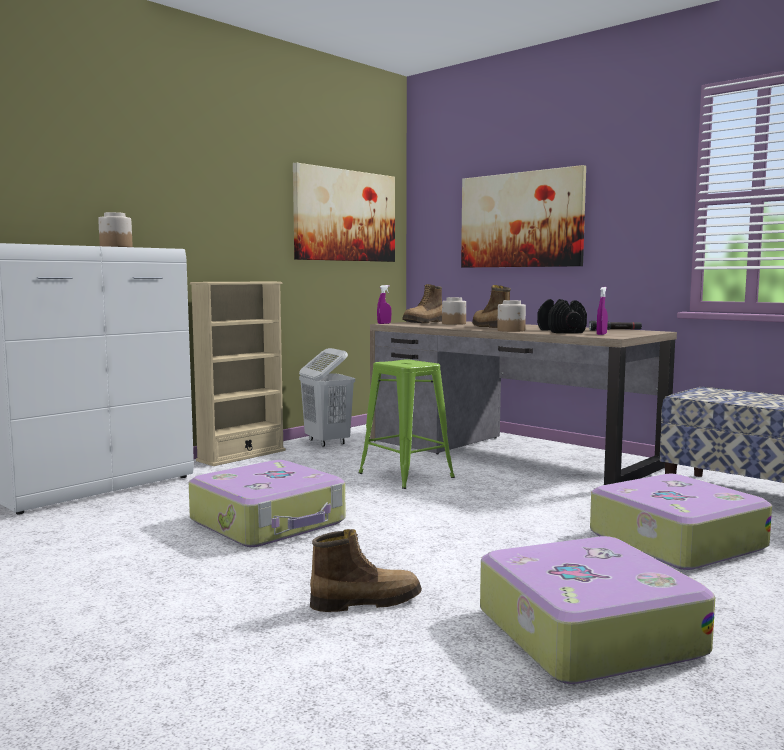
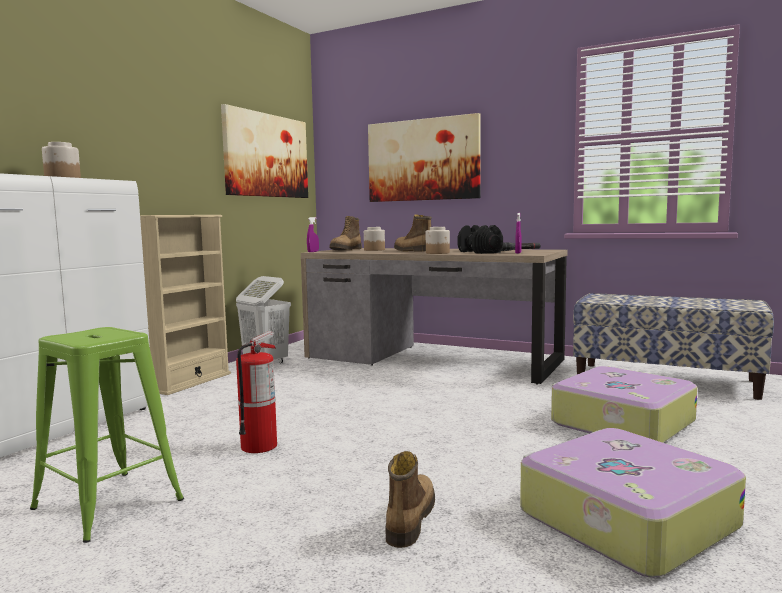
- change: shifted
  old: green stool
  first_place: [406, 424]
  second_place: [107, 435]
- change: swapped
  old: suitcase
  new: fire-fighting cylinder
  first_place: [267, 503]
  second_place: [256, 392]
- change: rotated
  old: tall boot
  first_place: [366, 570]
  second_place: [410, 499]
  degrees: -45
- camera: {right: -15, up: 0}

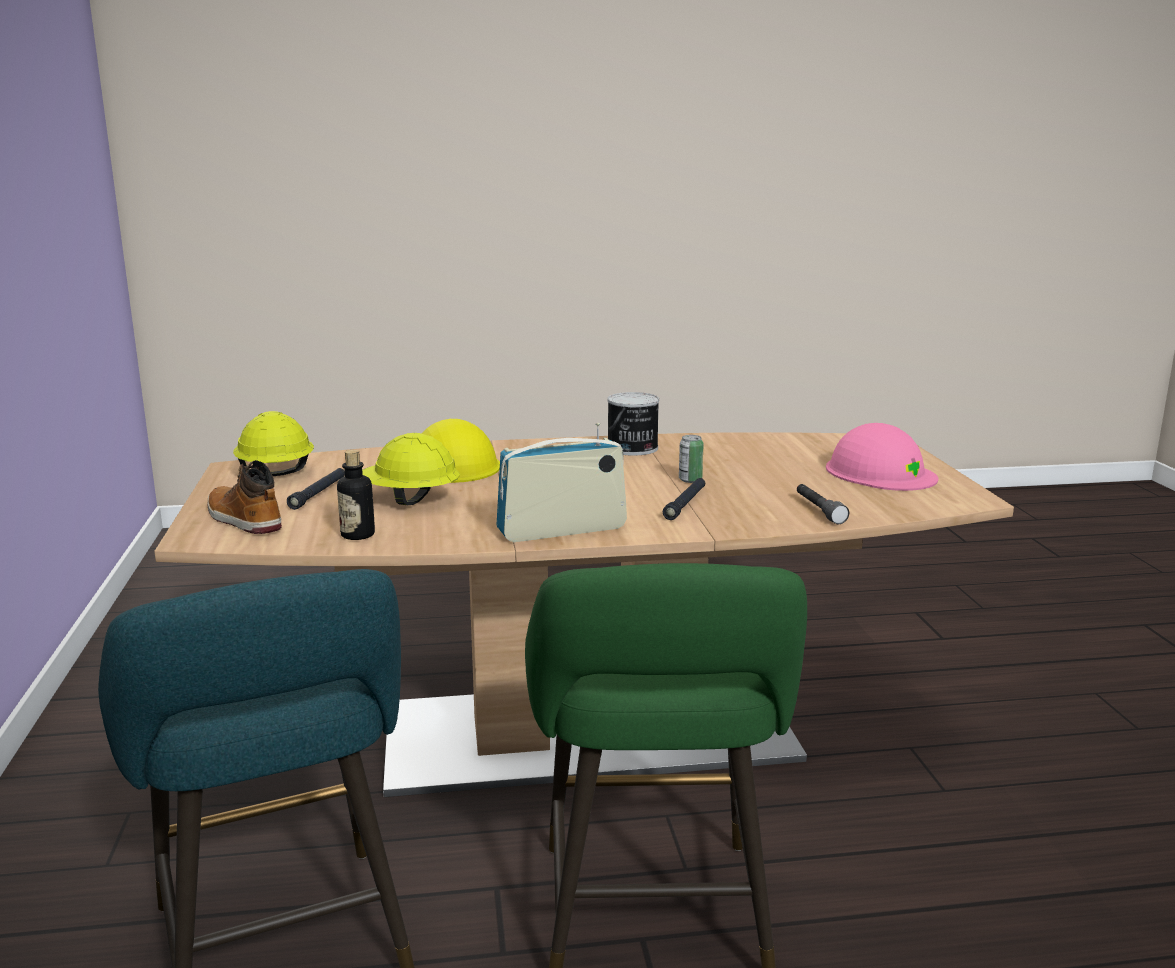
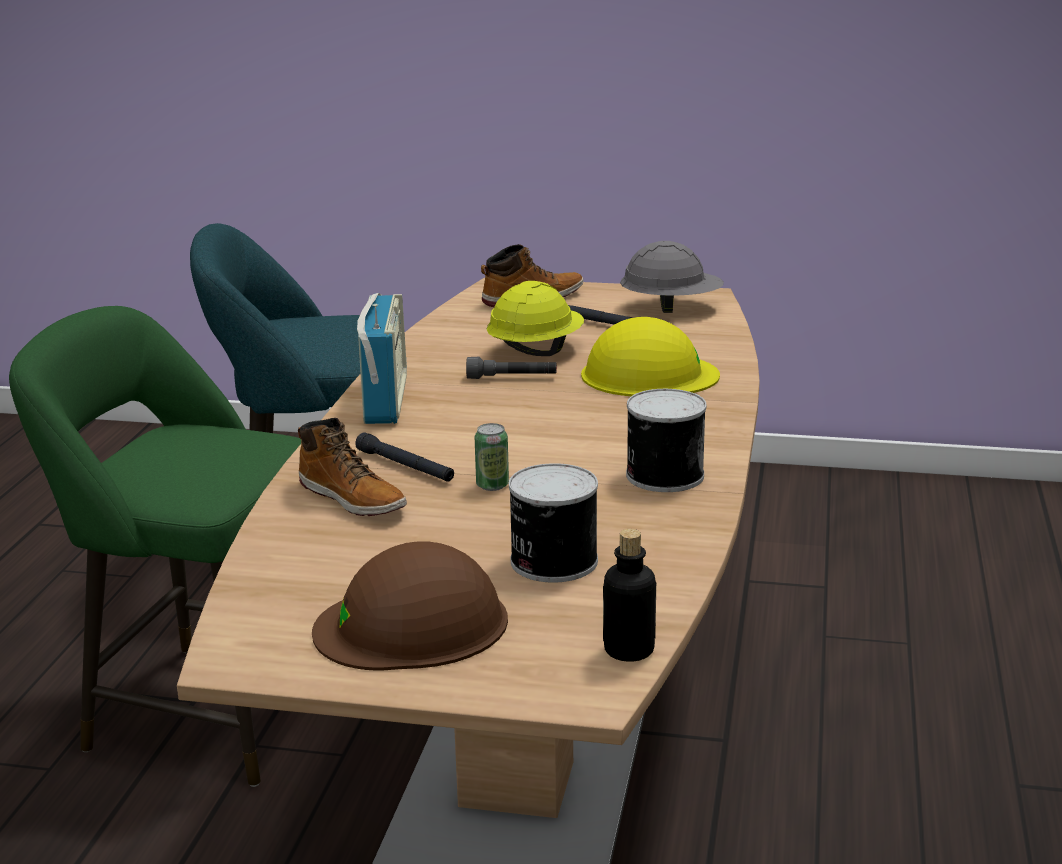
- change: new
  new: tall boot
  second_place: [352, 467]
- change: new
  new: metal can
  second_place: [553, 523]
- change: shifted
  old: beverage bottle
  first_place: [356, 495]
  second_place: [629, 595]
- change: shifted
  old: greyish hand torch
  first_place: [823, 504]
  second_place: [511, 368]
- change: repainted
  old: yellow-coloured safety helmet
  new: greyish safety helmet
  first_place: [273, 443]
  second_place: [672, 277]
- change: repainted
  old: pink-coloured safety helmet
  new: brown-coloured safety helmet
  first_place: [882, 457]
  second_place: [410, 605]
- camera: {right: 110, up: 5}

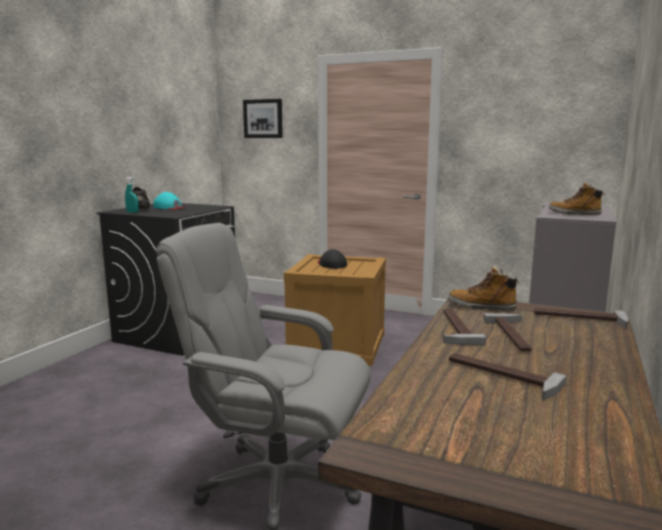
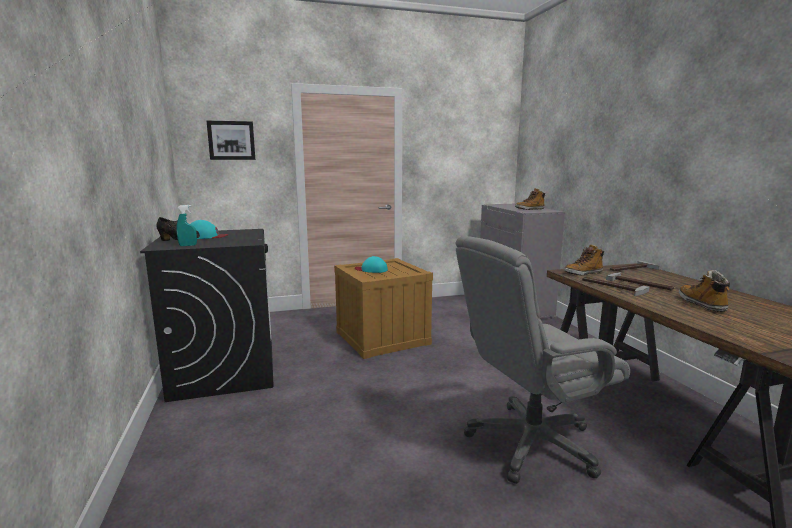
- change: swapped
  old: tool hammer
  new: tall boot
  first_place: [507, 377]
  second_place: [704, 291]
- change: repainted
  old: black cap
  new: blue-green cap
  first_place: [332, 259]
  second_place: [371, 264]
- camera: {right: -40, up: 0}

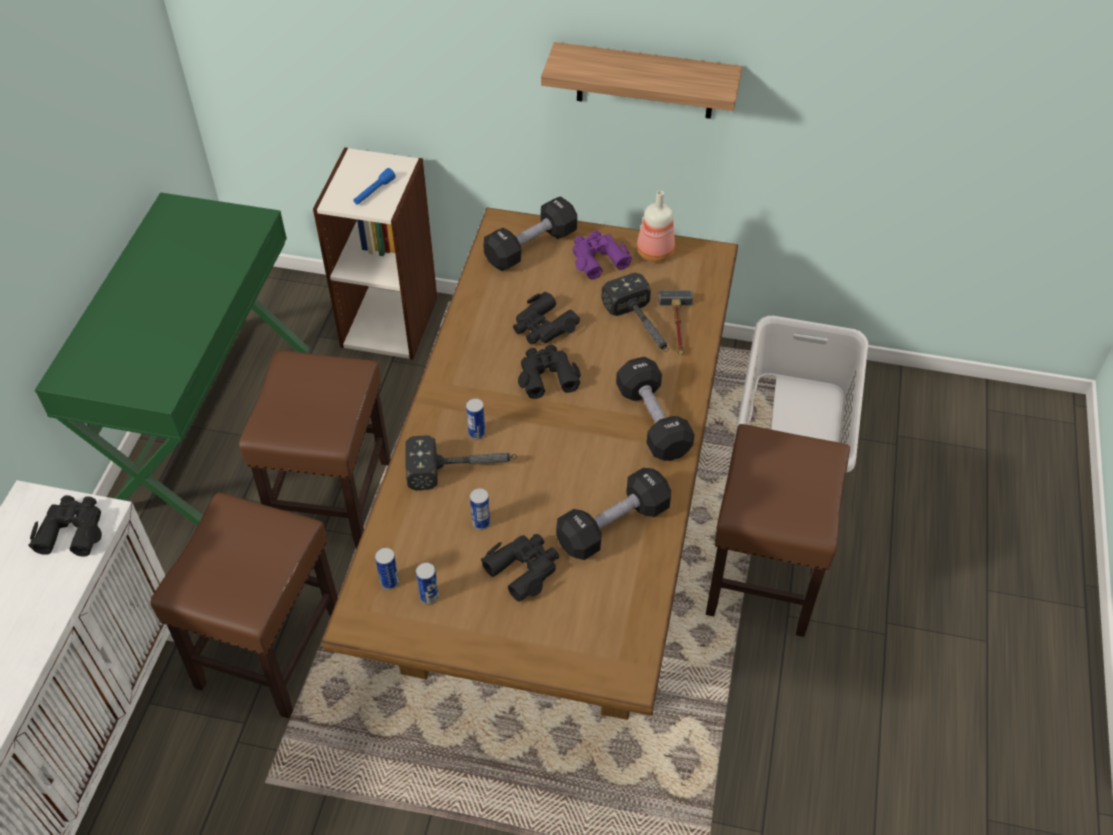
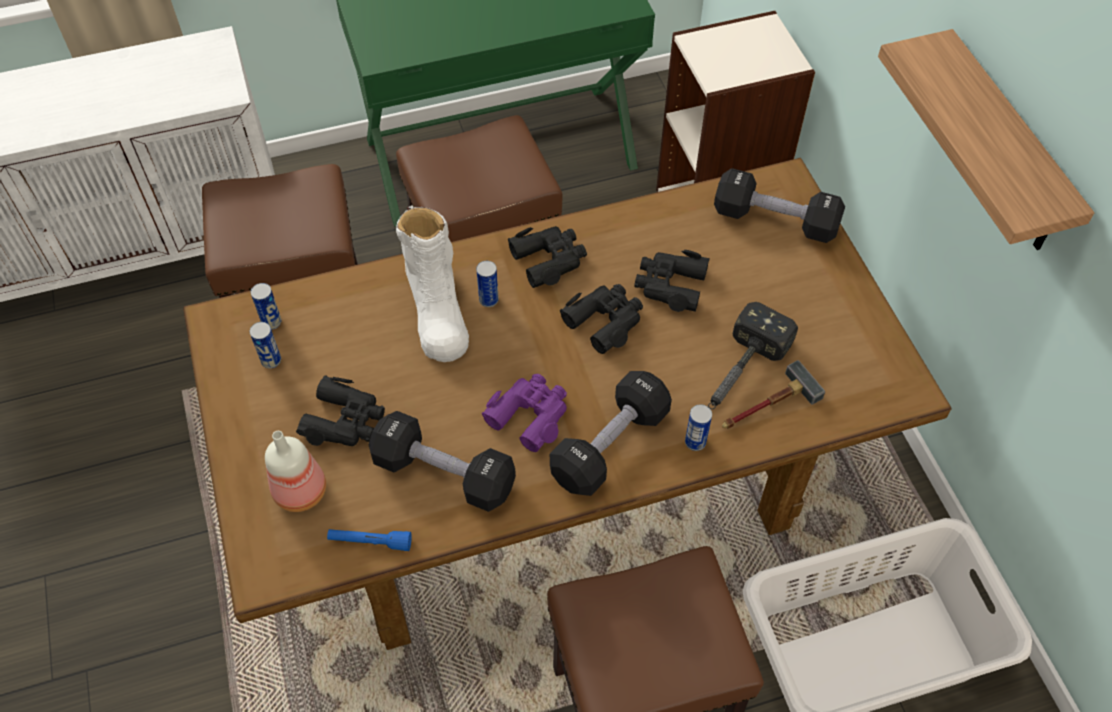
- change: shifted
  old: black pair of binoculars
  first_place: [65, 526]
  second_place: [547, 257]
- change: shifted
  old: blue hand torch
  first_place: [375, 186]
  second_place: [369, 540]
- change: shifted
  old: metal can
  first_place: [480, 509]
  second_place: [698, 427]
- change: shifted
  old: purplish pair of binoculars
  first_place: [602, 254]
  second_place: [524, 413]
- change: shifted
  old: beverage bottle
  first_place: [656, 226]
  second_place: [295, 471]
- change: swapped
  old: tool hammer
  new: whitish tall boot
  first_place: [461, 462]
  second_place: [432, 283]
- camera: {right: 60, up: 5}

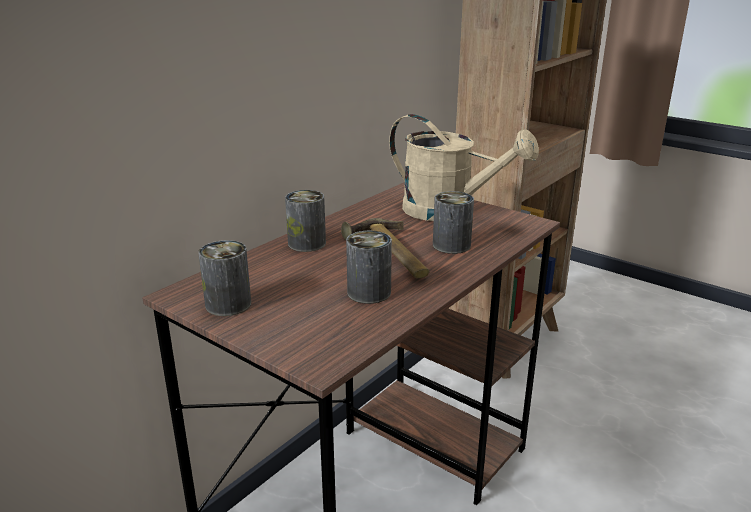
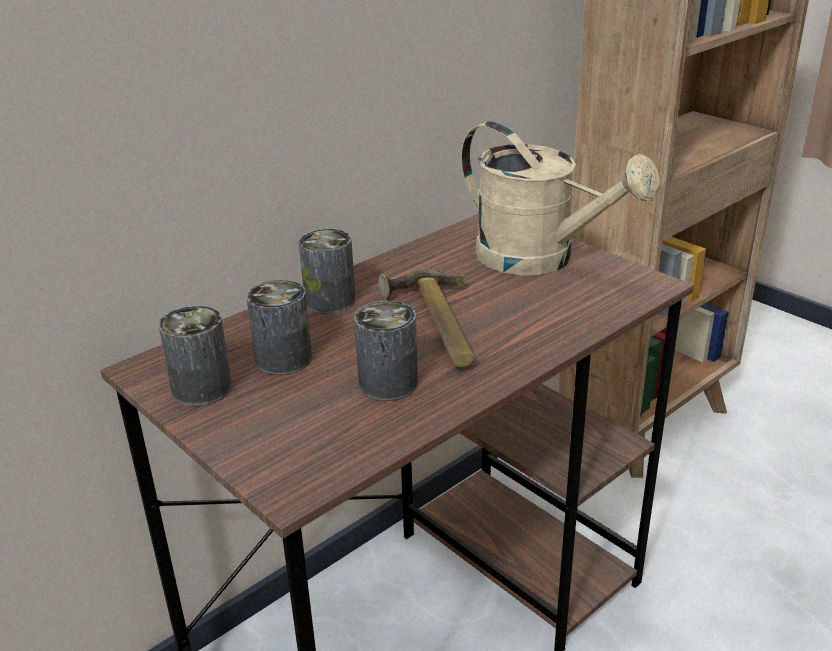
- change: shifted
  old: metal can
  first_place: [453, 222]
  second_place: [279, 327]
- camera: {right: 10, up: 5}

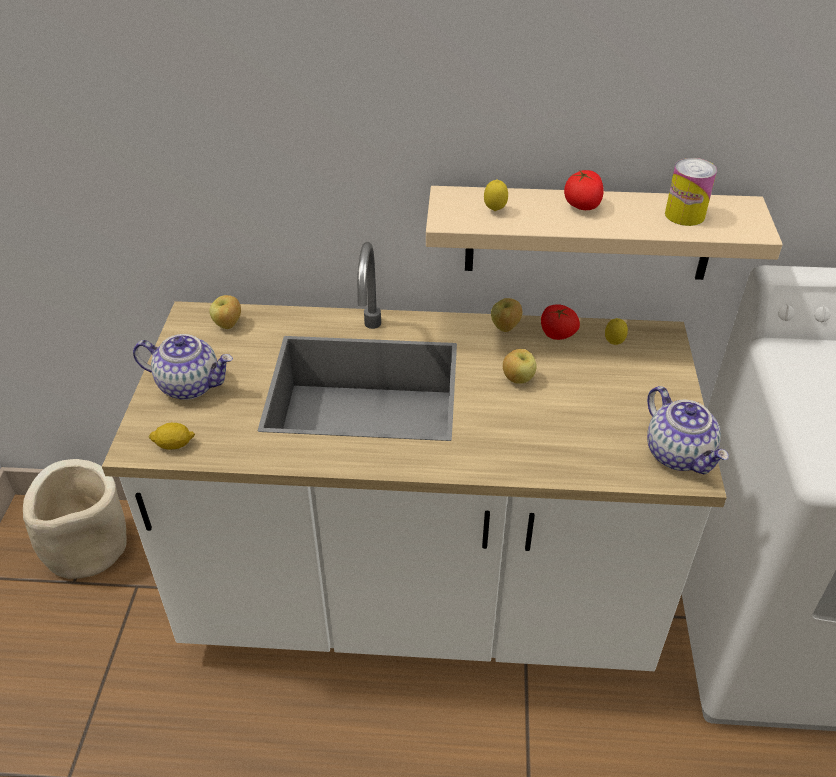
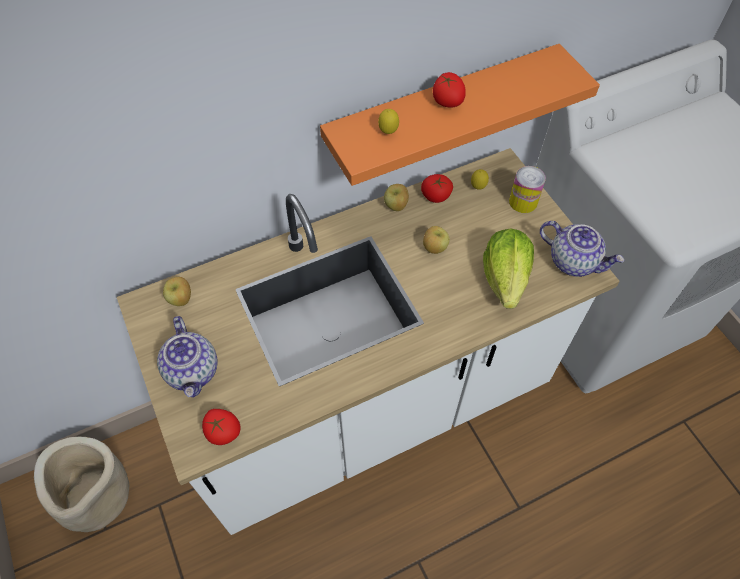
- change: new
  new: lettuce head
  second_place: [508, 268]
- change: shifted
  old: metal can
  first_place: [691, 192]
  second_place: [527, 189]
- change: swapped
  old: lemon
  new: tomato
  first_place: [172, 436]
  second_place: [221, 427]
- change: repainted
  old: beige-coloured wall shelf
  new: orange-coloured wall shelf
  first_place: [604, 233]
  second_place: [460, 115]
- change: rotated
  old: teapot
  first_place: [183, 367]
  second_place: [187, 357]
  degrees: 90
- camera: {right: -30, up: 15}

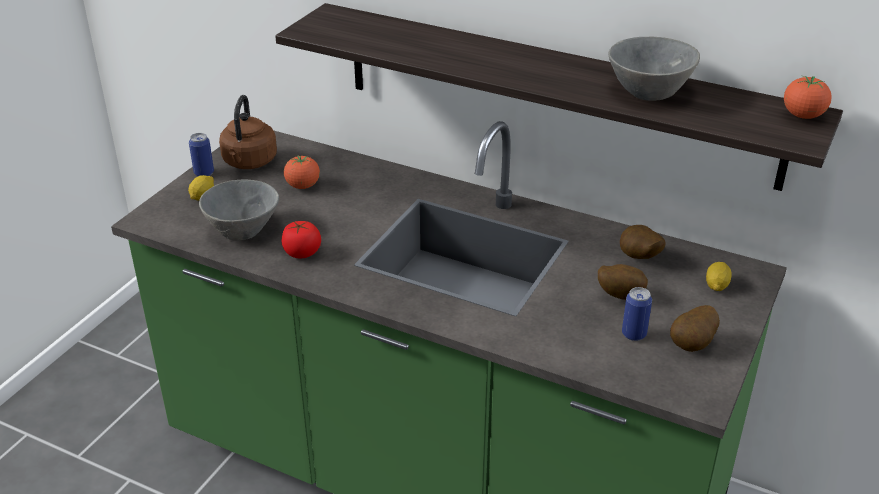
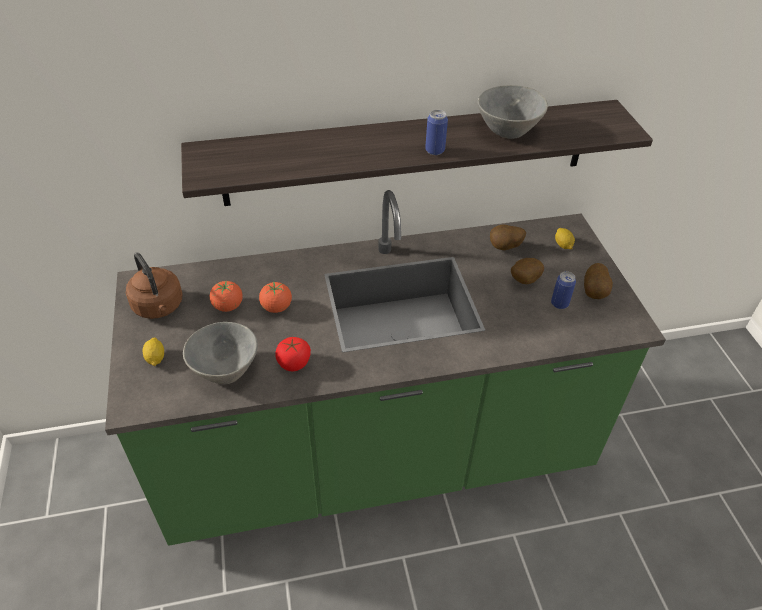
- change: shifted
  old: metal can
  first_place: [201, 154]
  second_place: [436, 132]
- change: shifted
  old: tomato
  first_place: [808, 97]
  second_place: [275, 297]
- camera: {right: -40, up: 10}

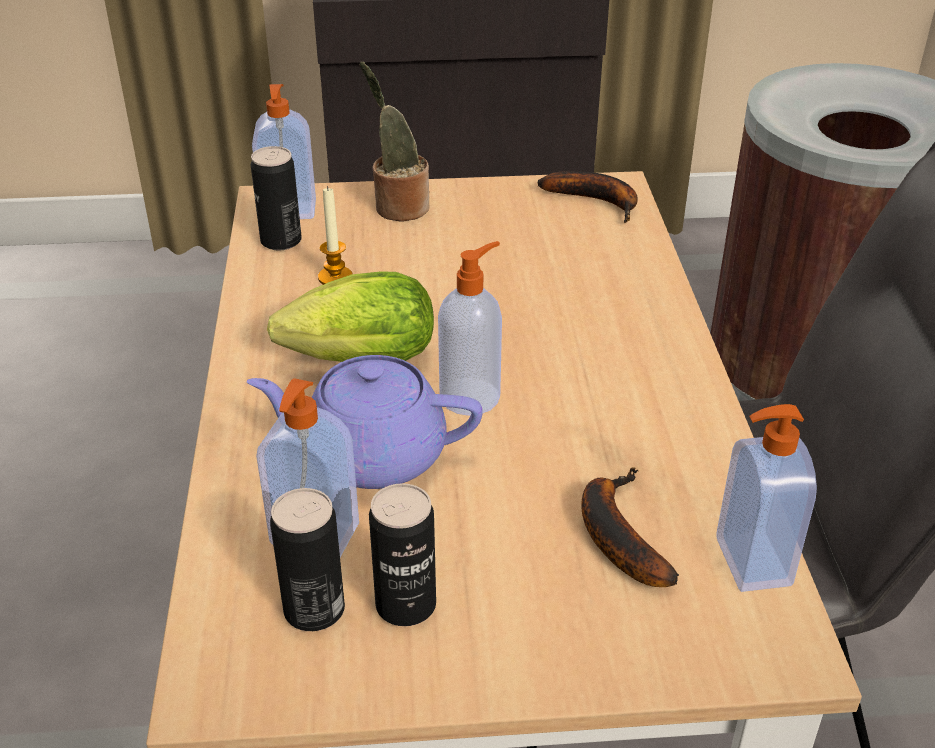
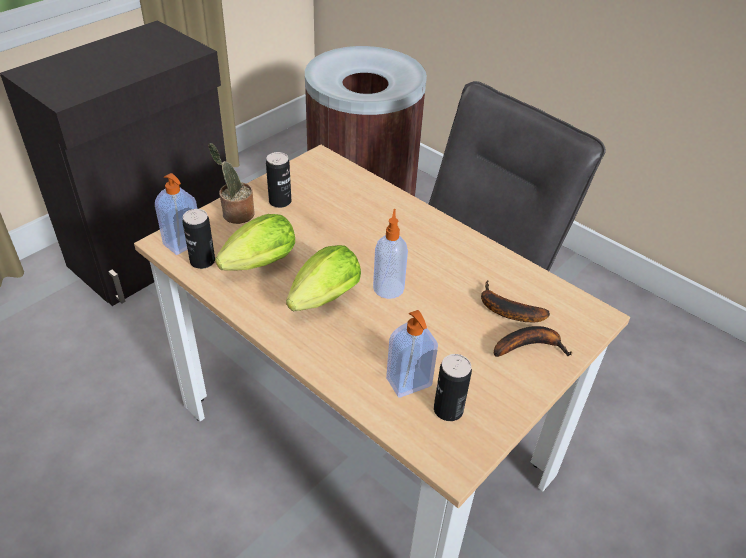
- change: gone
  old: purplish teapot
  first_place: [365, 422]
- change: gone
  old: soap bottle
  first_place: [766, 498]
- change: shifted
  old: metal can
  first_place: [402, 554]
  second_place: [278, 180]
- change: shifted
  old: whole banana
  first_place: [588, 197]
  second_place: [533, 341]
- change: swapped
  old: wax candle
  new: lettuce head
  first_place: [335, 235]
  second_place: [255, 242]
- camera: {right: -45, up: 5}

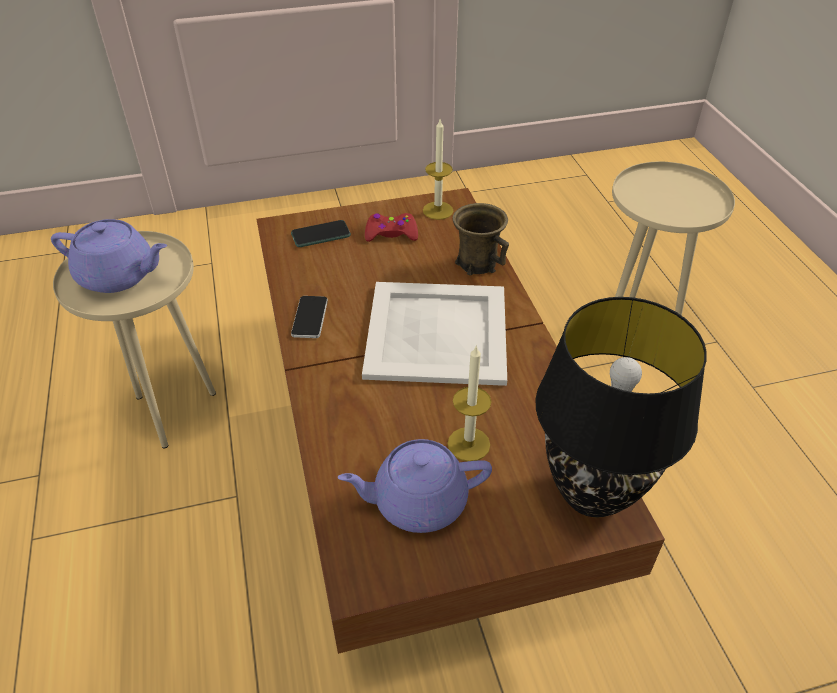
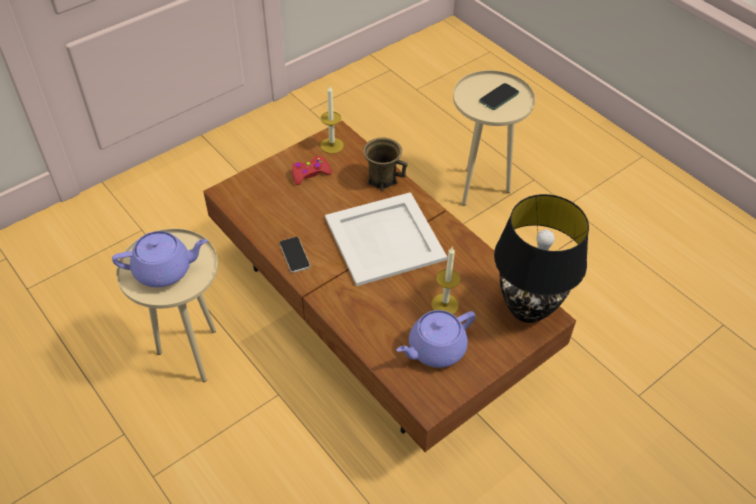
- change: shifted
  old: phone
  first_place: [321, 233]
  second_place: [499, 96]
- camera: {right: -25, up: 5}

